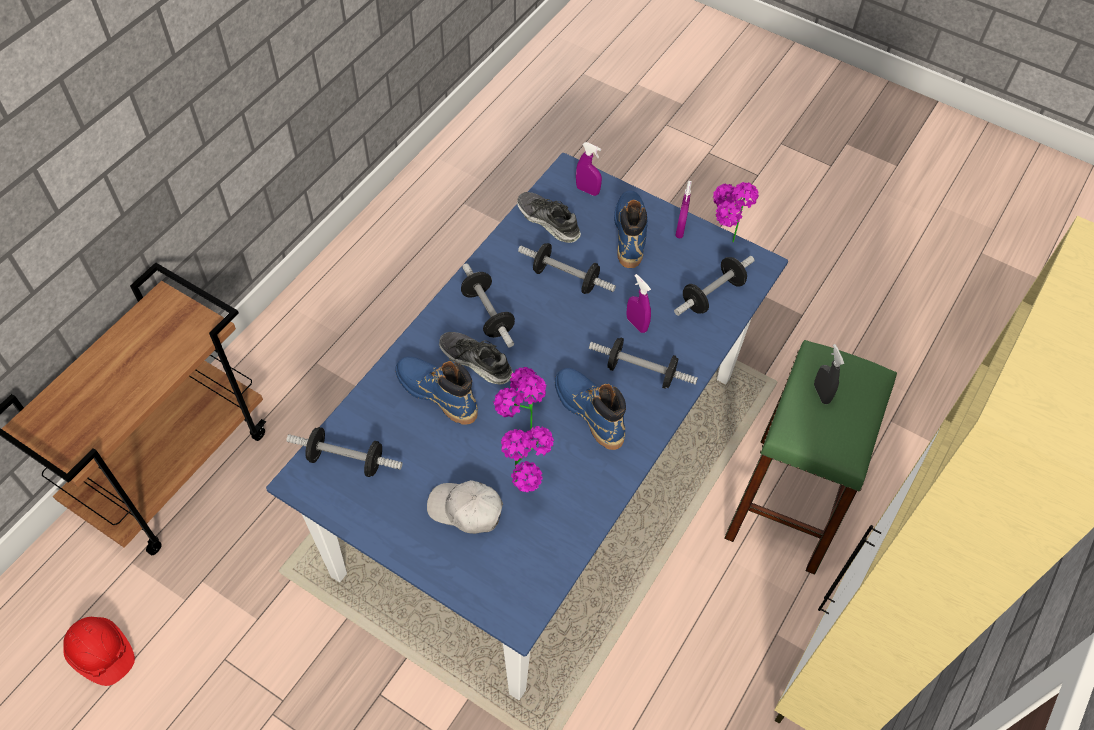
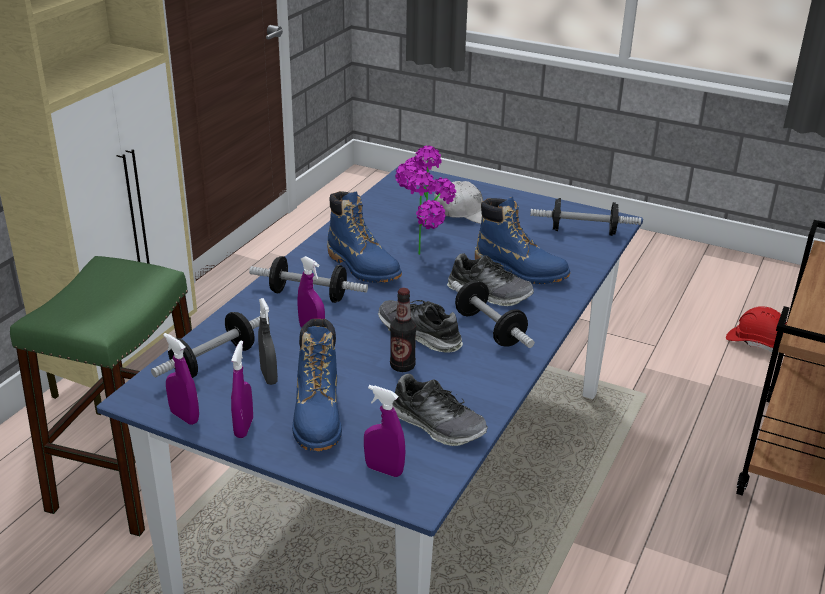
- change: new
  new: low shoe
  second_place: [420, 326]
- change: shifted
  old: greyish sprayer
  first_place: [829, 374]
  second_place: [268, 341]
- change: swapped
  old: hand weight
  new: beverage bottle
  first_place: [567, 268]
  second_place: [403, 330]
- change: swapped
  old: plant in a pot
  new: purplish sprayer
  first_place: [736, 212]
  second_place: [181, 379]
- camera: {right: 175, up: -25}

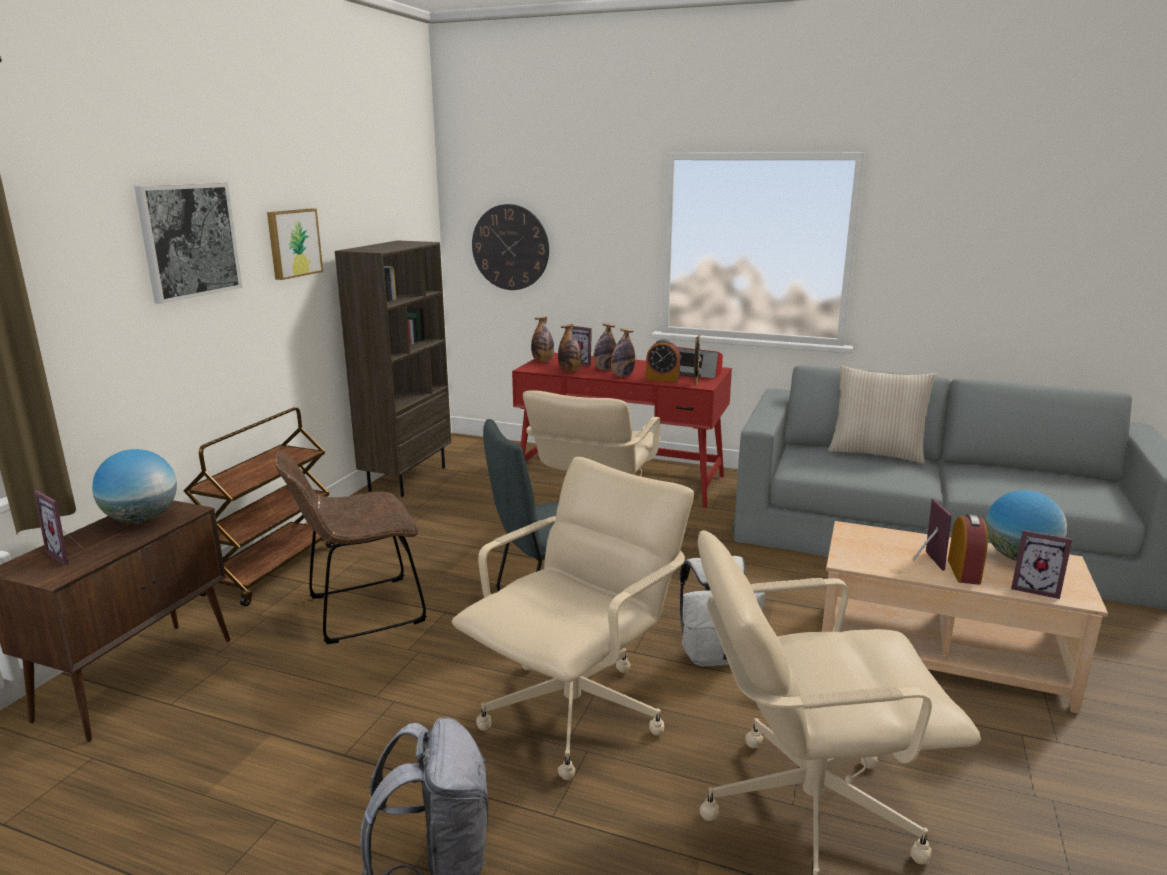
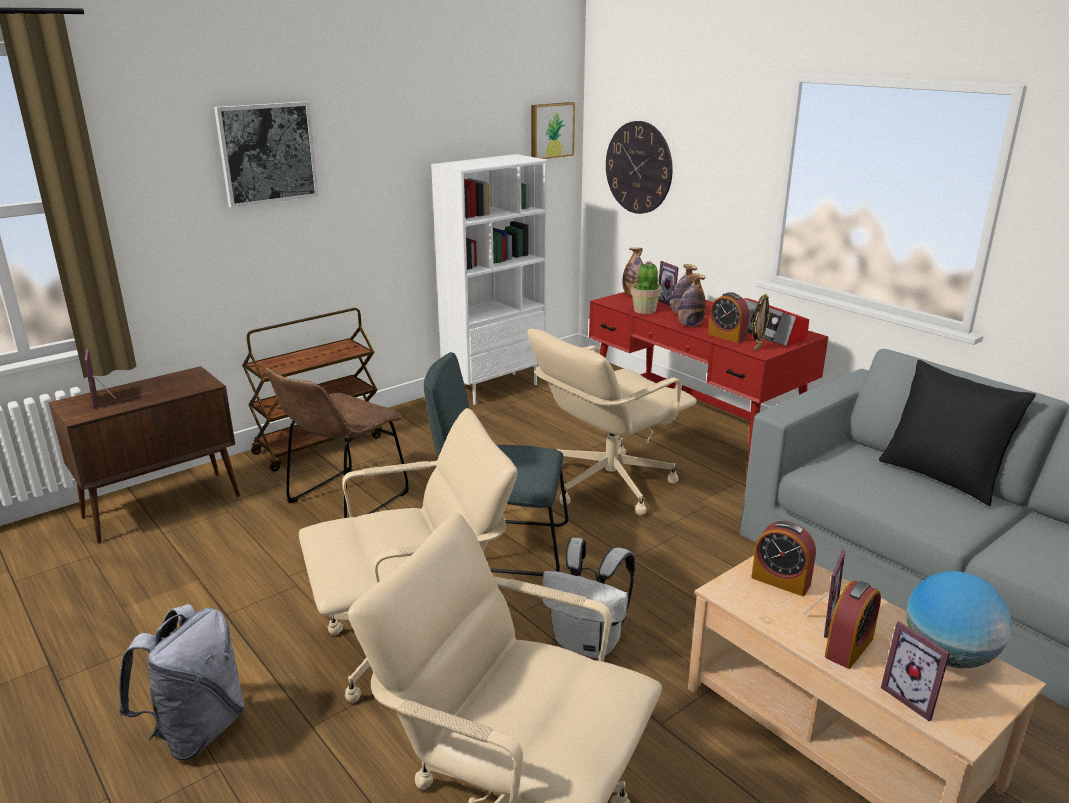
- change: gone
  old: desk globe
  first_place: [134, 486]
- change: new
  new: bedside clock
  second_place: [783, 558]
- change: shifted
  old: wall picture
  first_place: [295, 244]
  second_place: [553, 130]
- change: swapped
  old: beverage bottle
  new: plant in a pot
  first_place: [570, 348]
  second_place: [646, 287]
- change: repainted
  old: brown-coloured bookcase
  new: whitish bookcase
  first_place: [393, 369]
  second_place: [489, 279]
- change: repainted
  old: beige-coloured throw pillow
  new: black throw pillow
  first_place: [882, 415]
  second_place: [957, 433]
- change: rotated
  old: brown-coloured chair
  first_place: [351, 547]
  second_place: [337, 443]
  degrees: -60
- camera: {right: 30, up: 5}

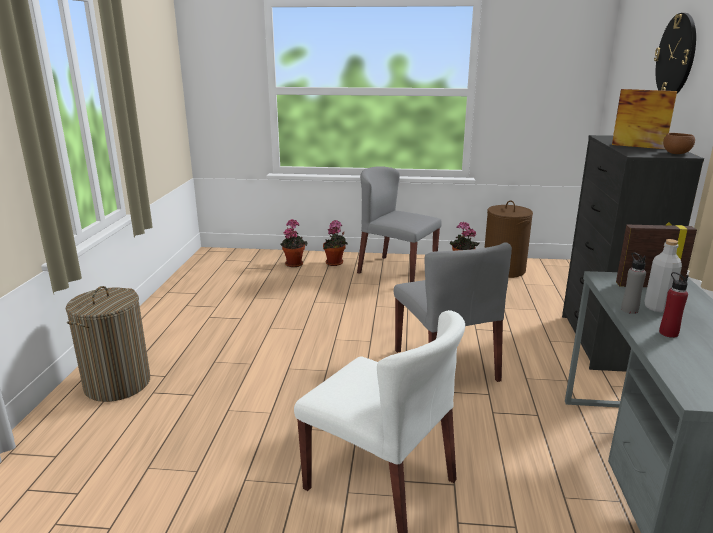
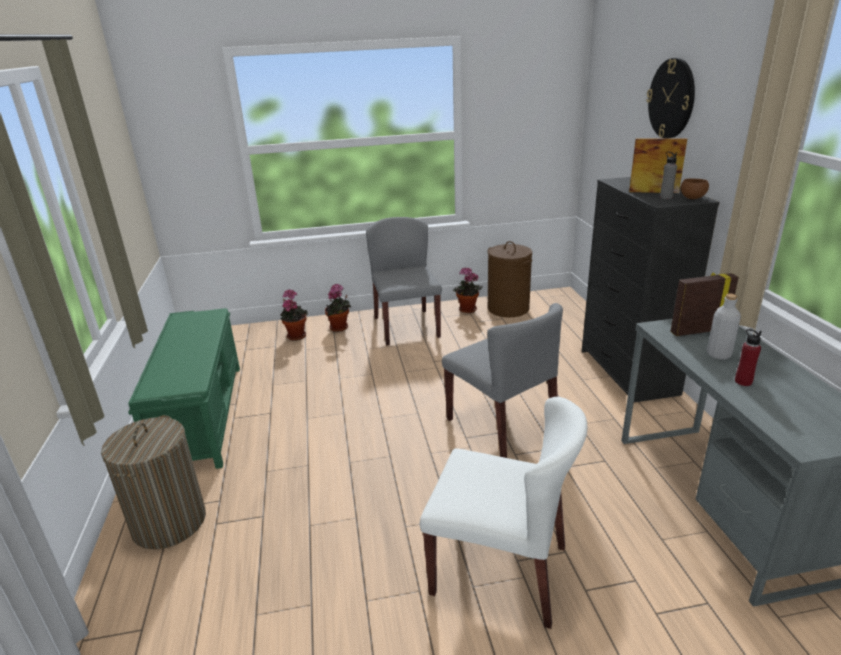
- change: new
  new: green long seat
  second_place: [184, 388]
- change: shifted
  old: greyish beverage bottle
  first_place: [633, 283]
  second_place: [668, 175]
- change: rotated
  old: greyish chair
  first_place: [399, 224]
  second_place: [404, 281]
  degrees: 60
- camera: {right: -15, up: 5}

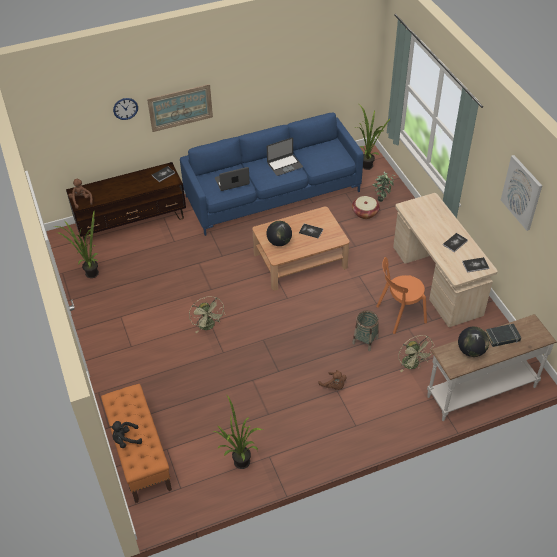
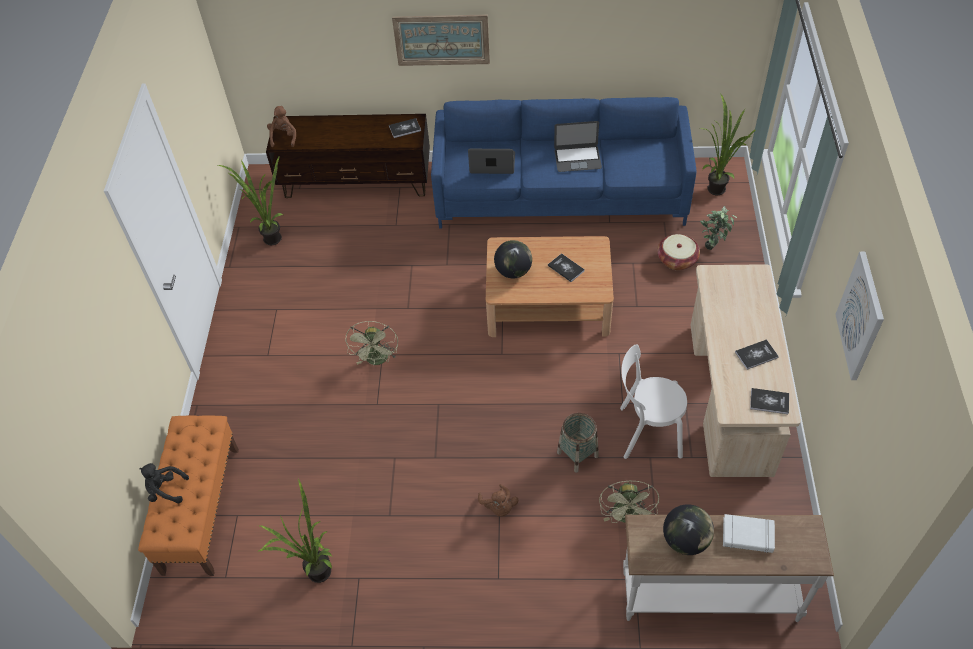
- change: gone
  old: clock on the wall
  first_place: [125, 109]
- change: repainted
  old: orange-coloured chair
  new: whitish chair
  first_place: [401, 295]
  second_place: [653, 401]
- change: repainted
  old: black volume
  new: whitish volume
  first_place: [503, 335]
  second_place: [749, 533]
- camera: {right: 25, up: 5}

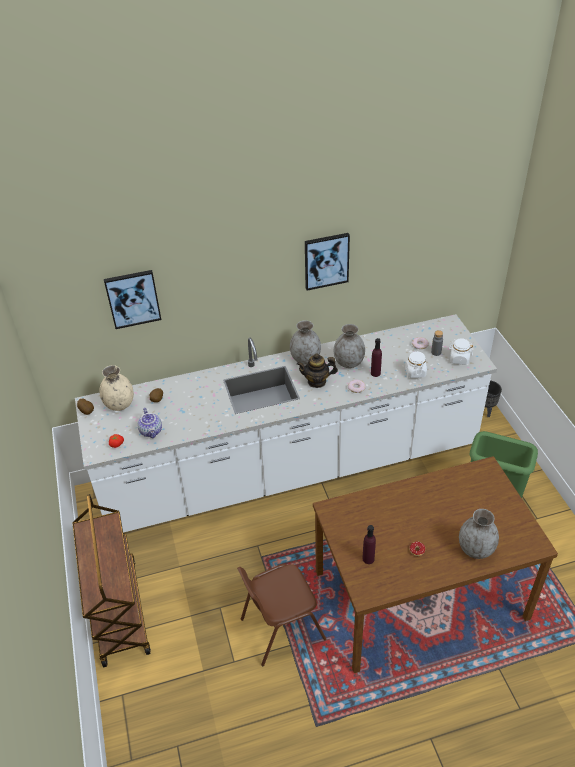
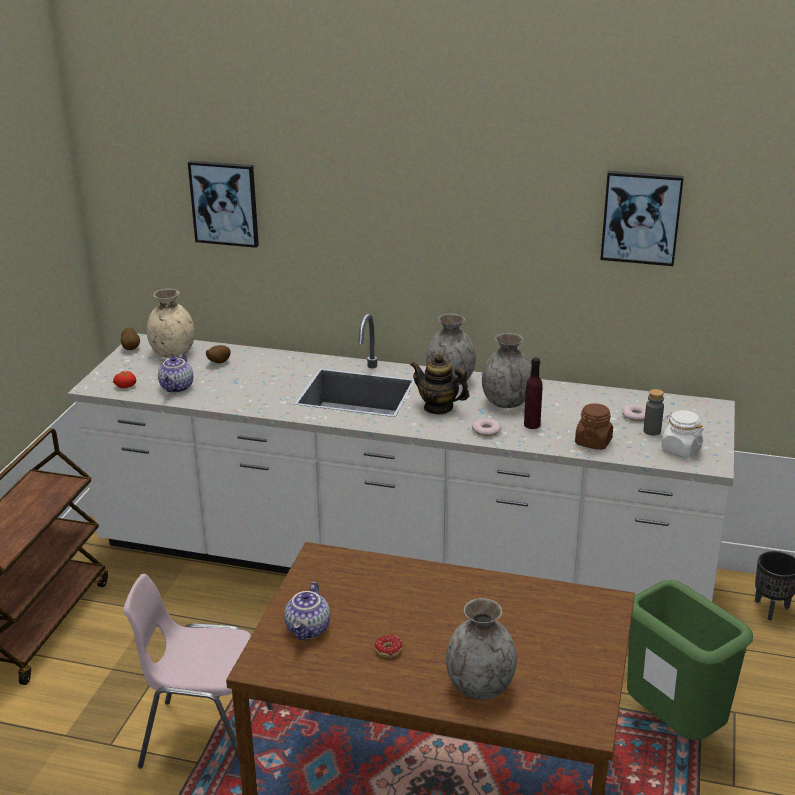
- change: shifted
  old: wall picture
  first_place: [327, 262]
  second_place: [642, 218]
- change: swapped
  old: purplish beverage bottle
  new: teapot
  first_place: [369, 544]
  second_place: [307, 611]
- change: repainted
  old: brown-coloured chair
  new: pink-coloured chair
  first_place: [281, 615]
  second_place: [198, 671]
- change: repainted
  old: whitish preserve jar
  new: brown-coloured preserve jar
  first_place: [416, 364]
  second_place: [594, 426]
- camera: {right: 30, up: -15}

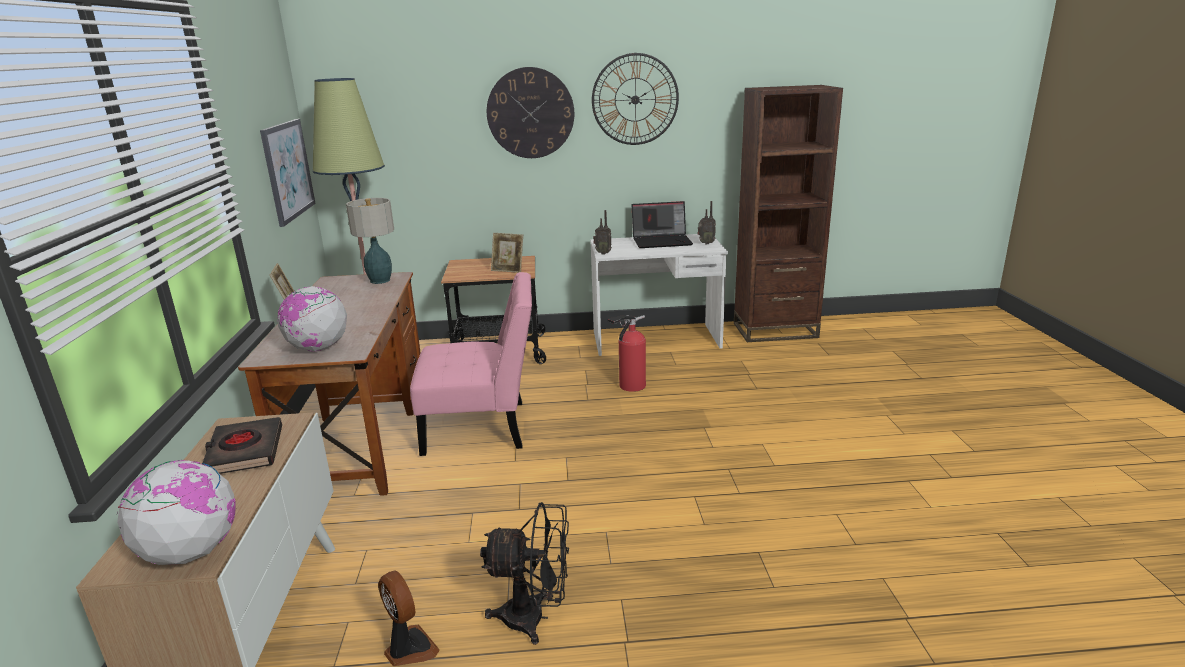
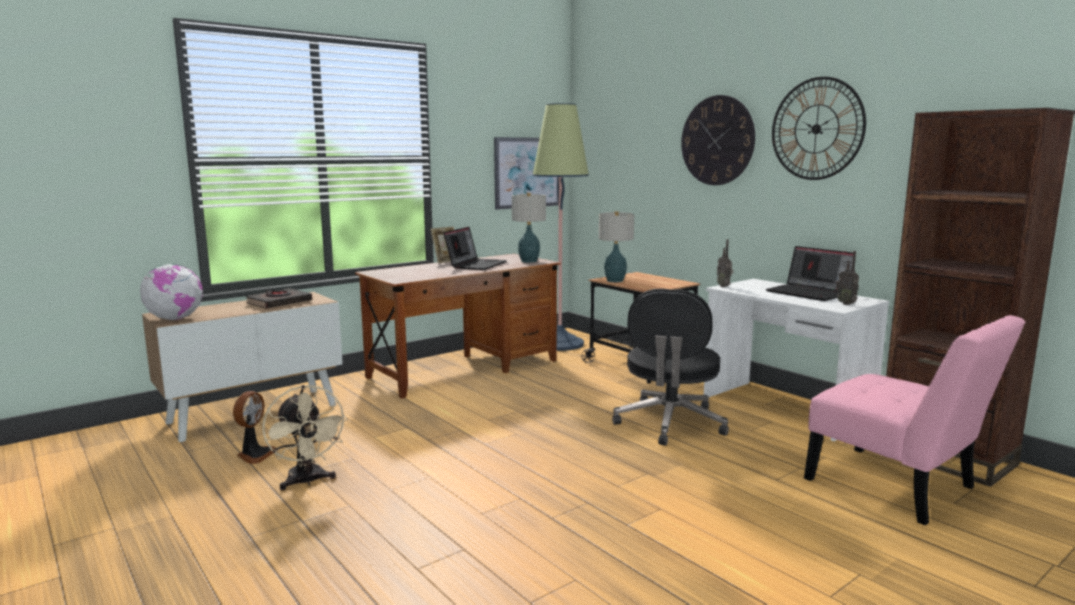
- change: gone
  old: desk globe
  first_place: [312, 318]
- change: gone
  old: photo frame
  first_place: [507, 253]
- change: new
  new: laptop
  second_place: [475, 248]
- change: new
  new: tabletop lamp
  second_place: [616, 246]
- change: shifted
  old: pink-coloured chair
  first_place: [471, 364]
  second_place: [914, 420]
- change: swapped
  old: fire-fighting cylinder
  new: black computer chair
  first_place: [627, 353]
  second_place: [670, 367]
- change: repainted
  old: black cooling fan
  new: beige-coloured cooling fan
  first_place: [524, 573]
  second_place: [305, 437]
- camera: {right: 55, up: -10}

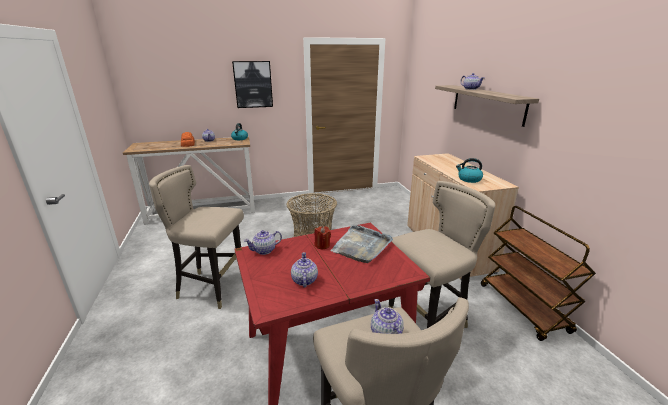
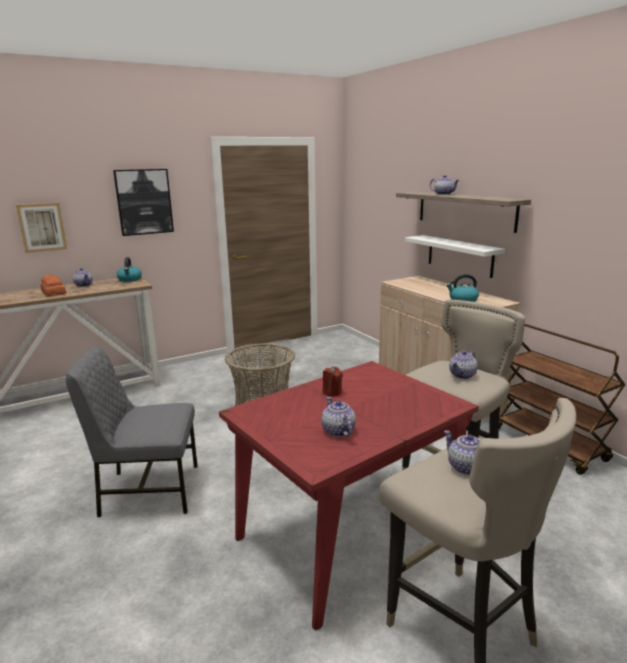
- change: gone
  old: greyish serving tray
  first_place: [361, 244]
- change: new
  new: wall picture
  second_place: [41, 228]
- change: new
  new: whitish wall shelf
  second_place: [455, 256]
- change: shifted
  old: teapot
  first_place: [263, 242]
  second_place: [463, 365]
- change: swapped
  old: beige-coloured stool
  new: greyish chair
  first_place: [196, 237]
  second_place: [131, 432]
- camera: {right: -15, up: -5}

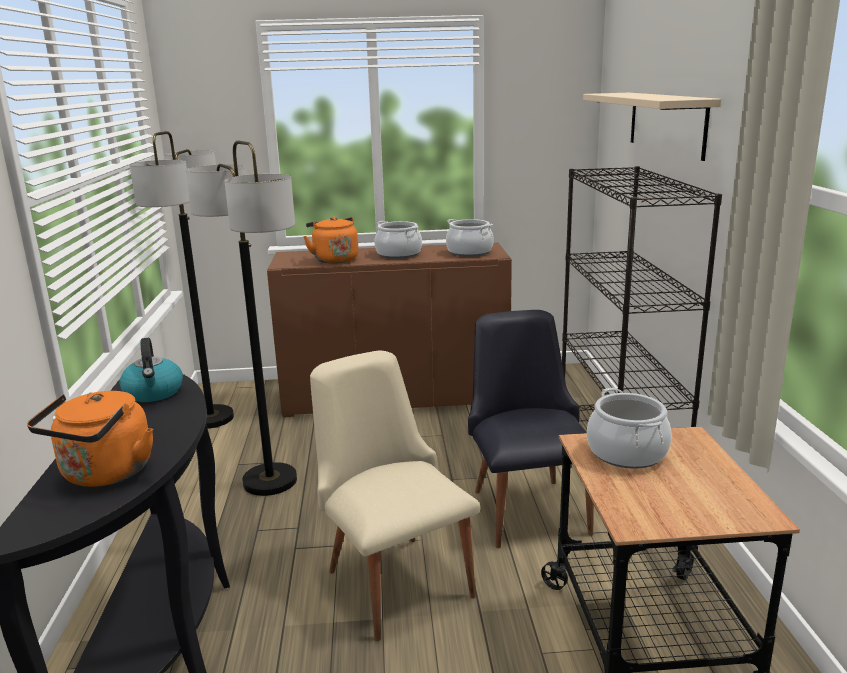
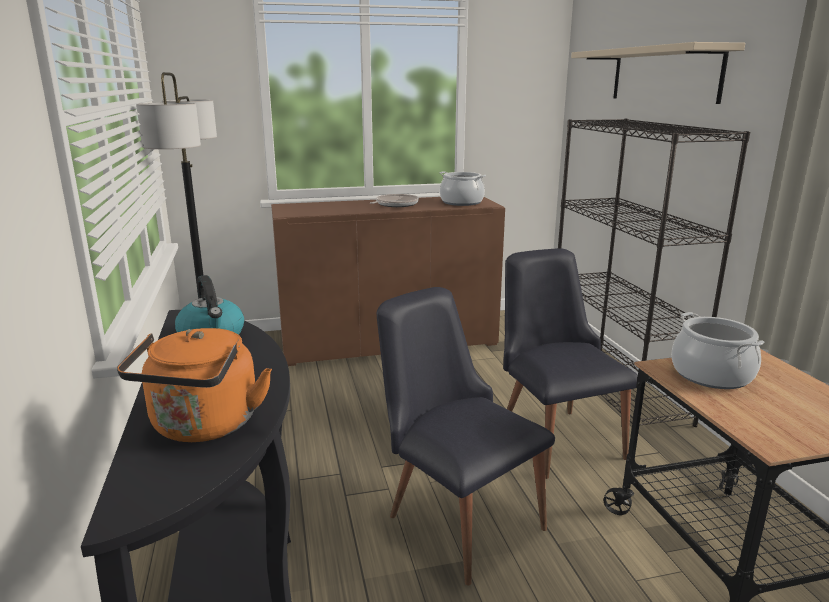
- change: gone
  old: standard lamp
  first_place: [241, 318]
- change: gone
  old: orange-coloured tea kettle
  first_place: [330, 240]
- change: swapped
  old: saucepot
  new: frying pan
  first_place: [398, 240]
  second_place: [394, 200]
- change: repainted
  old: beige-coloured chair
  new: black chair
  first_place: [395, 496]
  second_place: [465, 436]
- camera: {right: -10, up: 0}

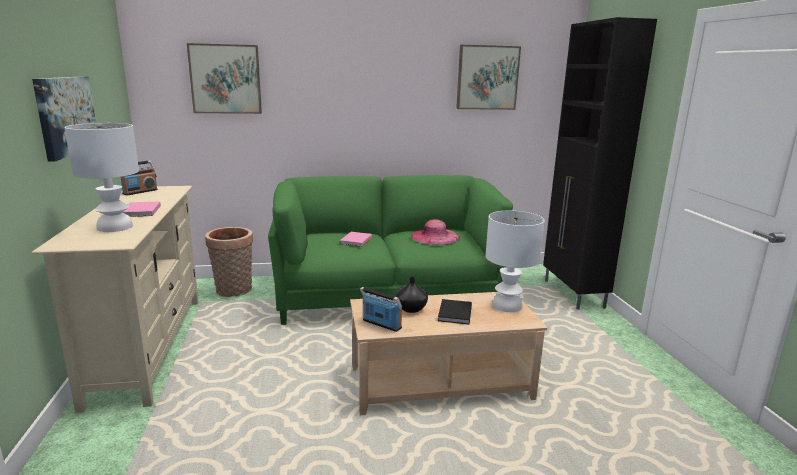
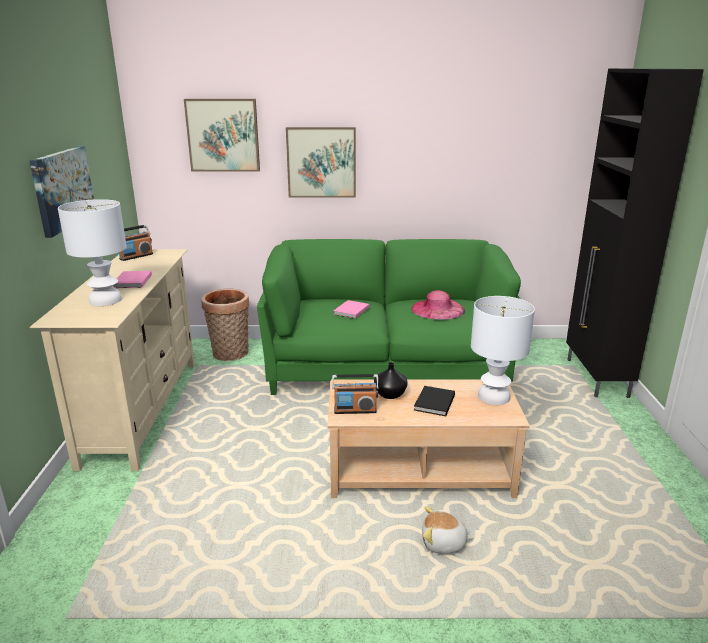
- change: new
  new: soft toy
  second_place: [448, 530]
- change: shifted
  old: wall picture
  first_place: [488, 77]
  second_place: [321, 162]
- change: rotated
  old: radio receiver
  first_place: [381, 309]
  second_place: [355, 394]
  degrees: 135
- camera: {right: 10, up: 5}

